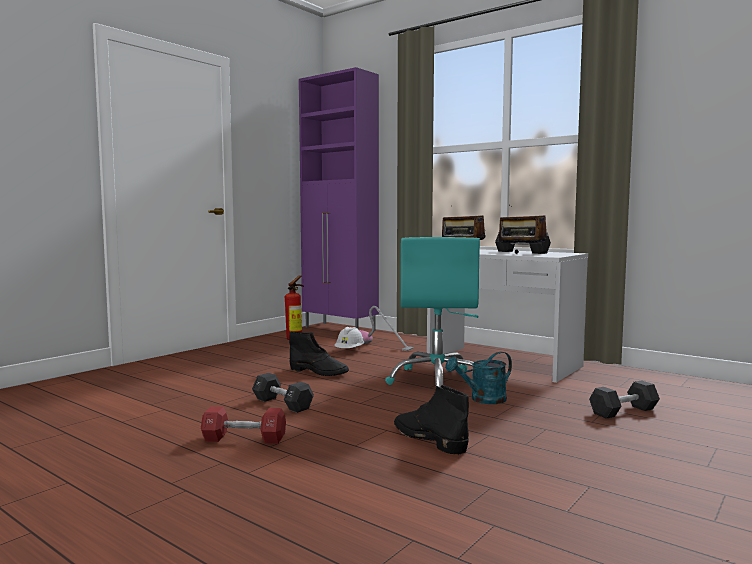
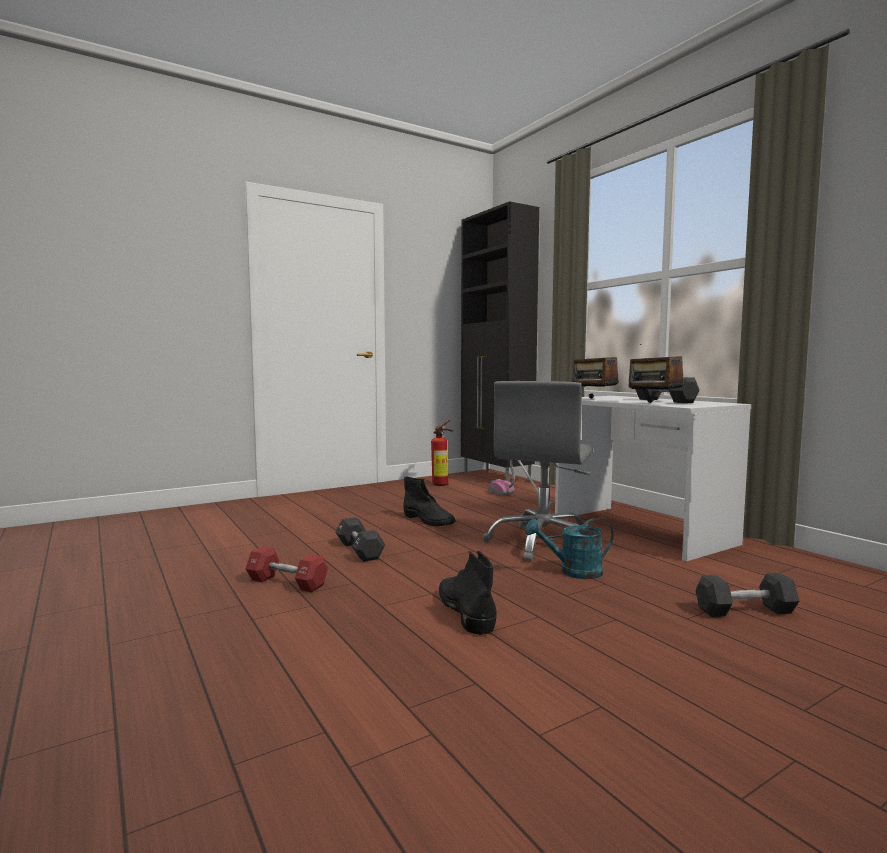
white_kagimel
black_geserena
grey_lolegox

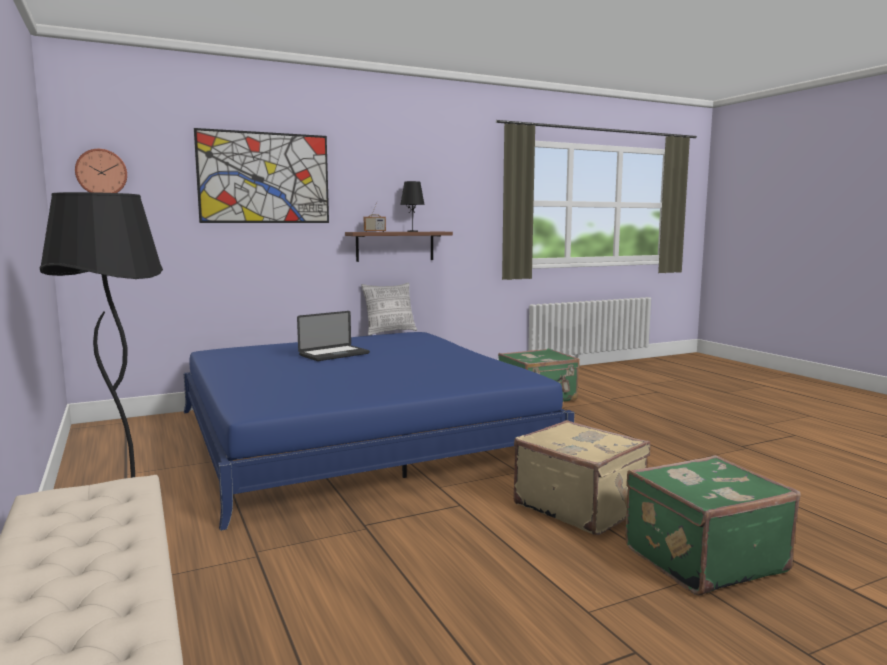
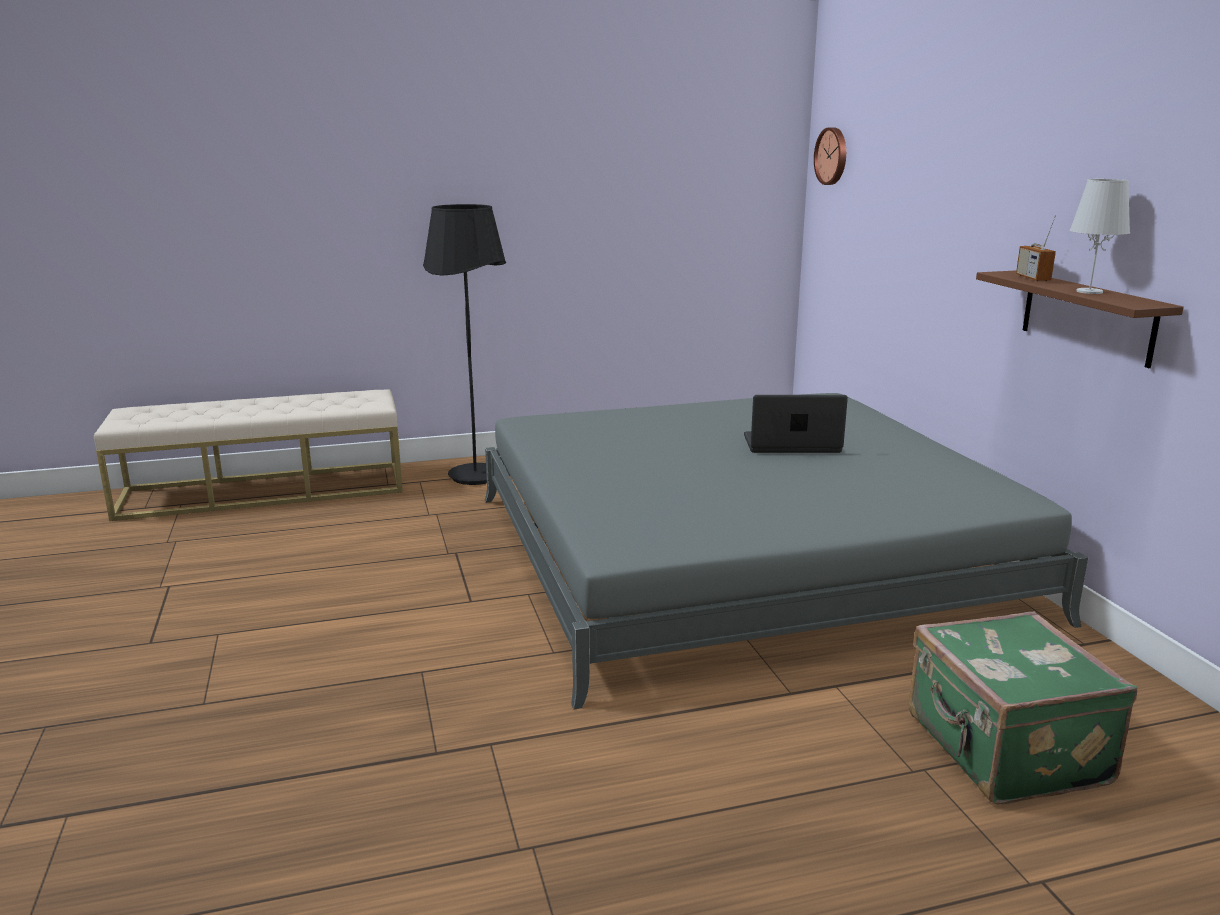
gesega
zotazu
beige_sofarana
green_sofarana (no. 2 from left in the first image)
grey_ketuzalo
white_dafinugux
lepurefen

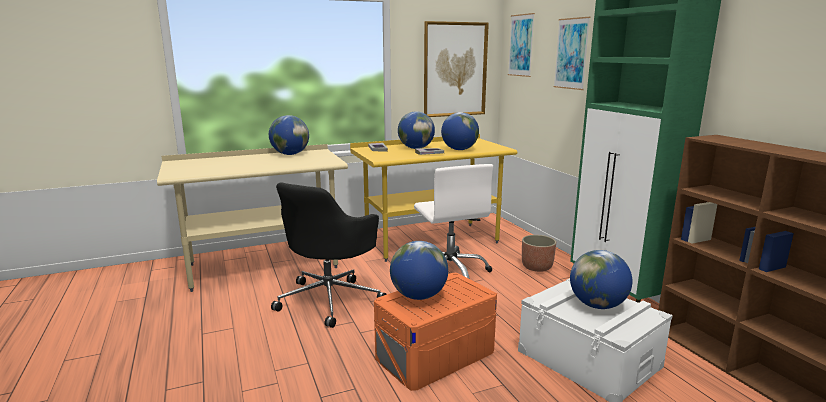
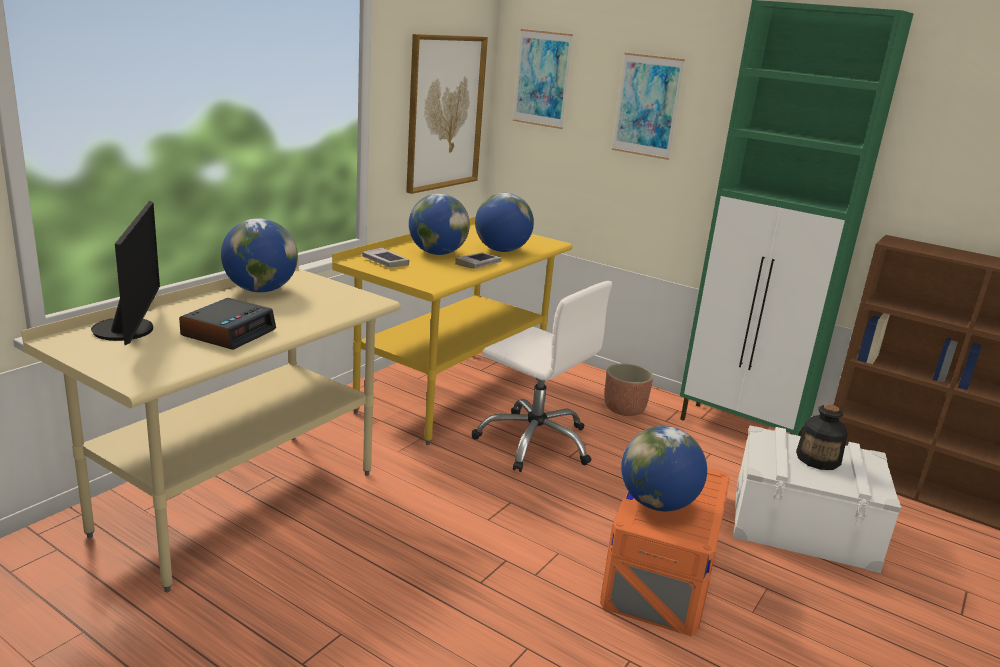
black_lolegox
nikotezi
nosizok
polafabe

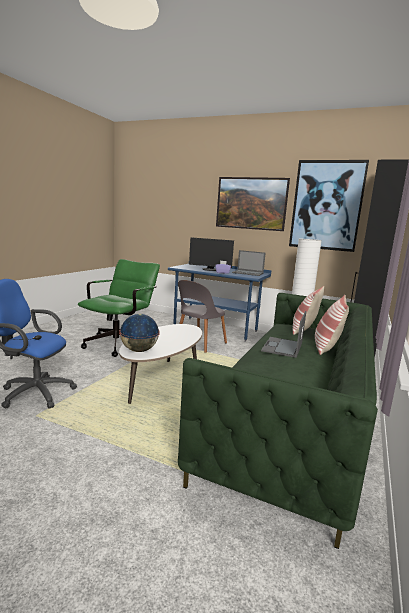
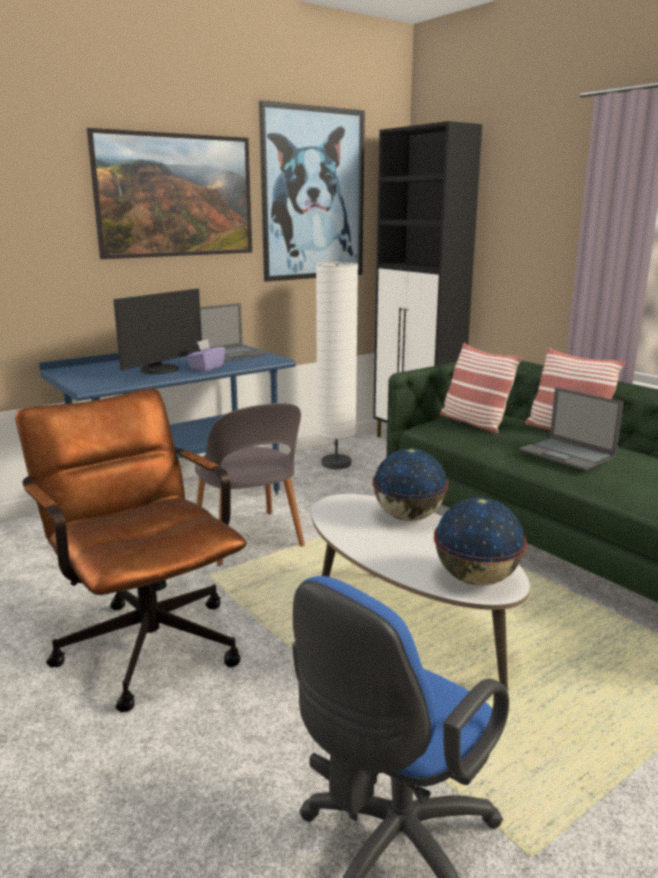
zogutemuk (no. 1 from left)
brown_lolegox

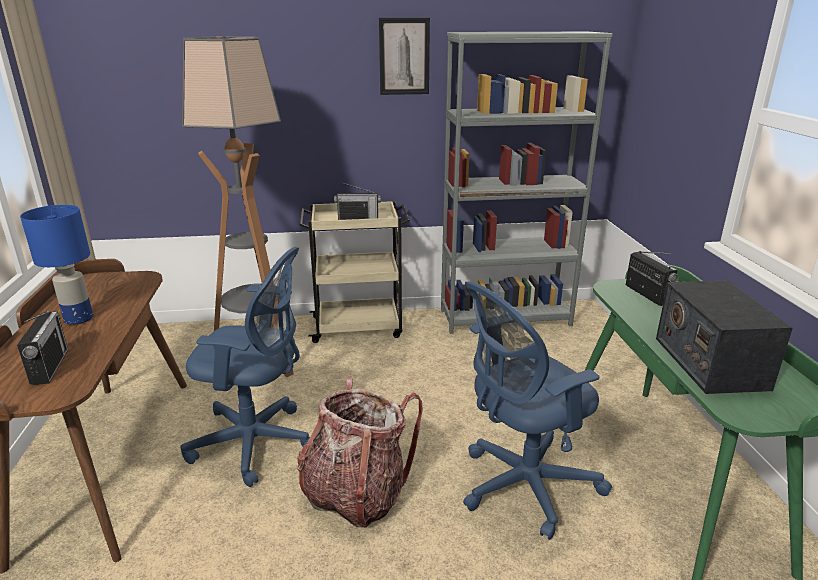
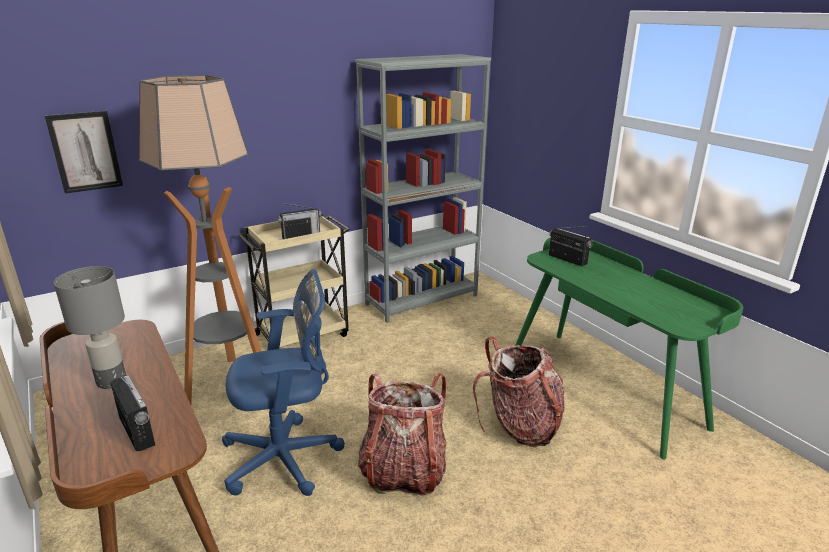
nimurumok (no. 4 from left in the first image)
gesega
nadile (no. 2 from left)
grey_dafinugux

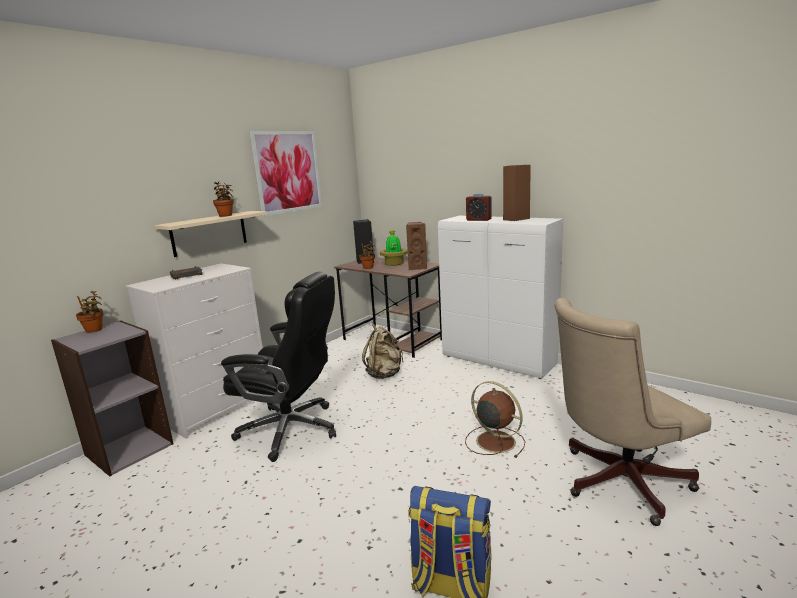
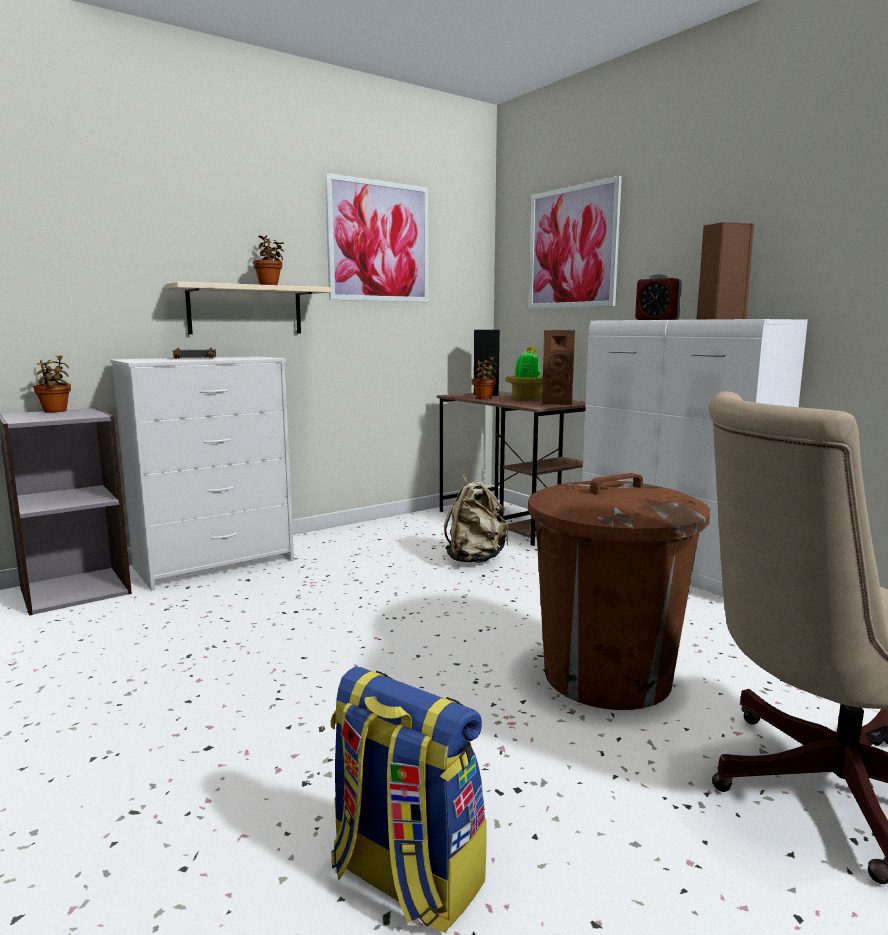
black_lolegox
gesega (no. 2 from left)
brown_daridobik

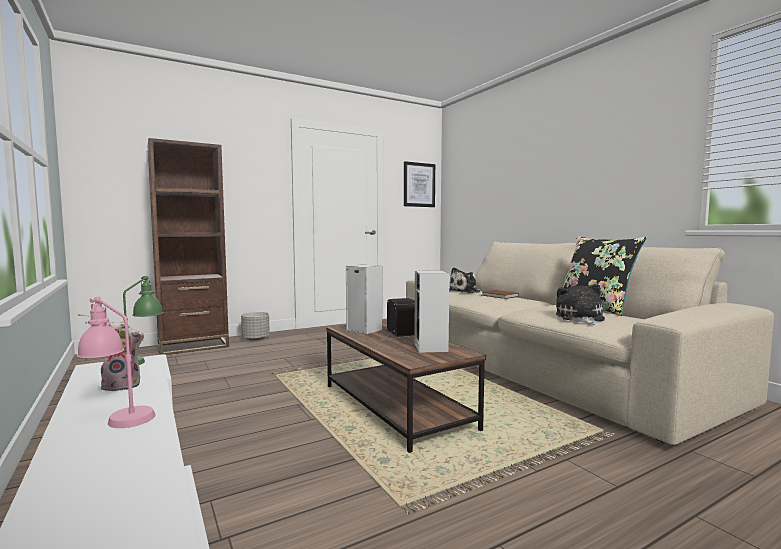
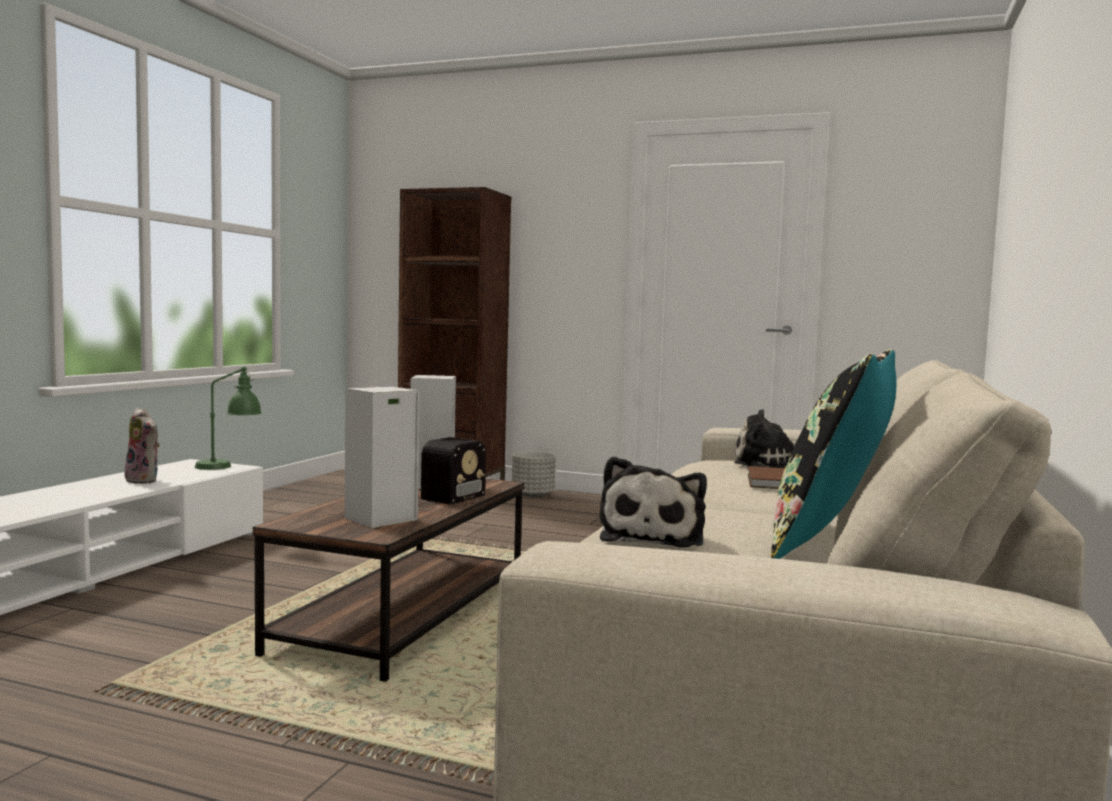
pink_dafinugux
gesega
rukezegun (no. 2 from left)

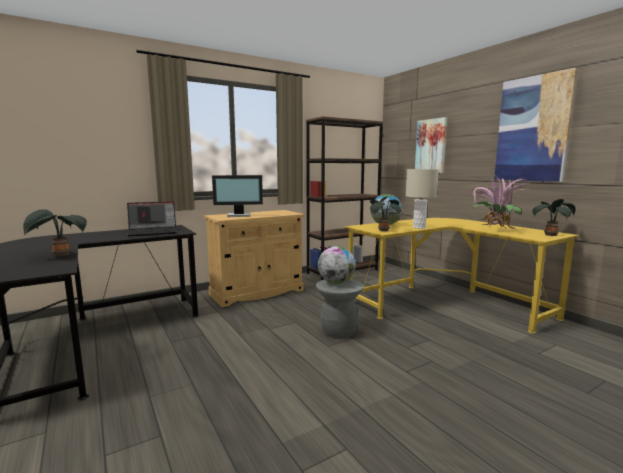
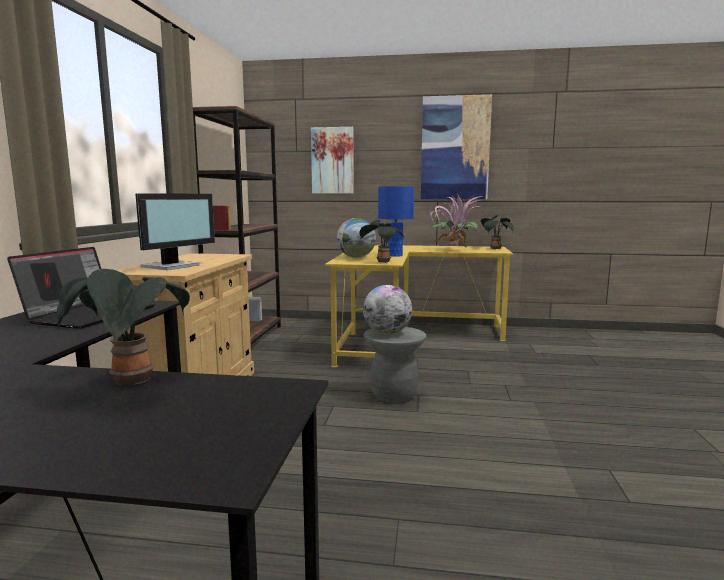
blue_dafinugux

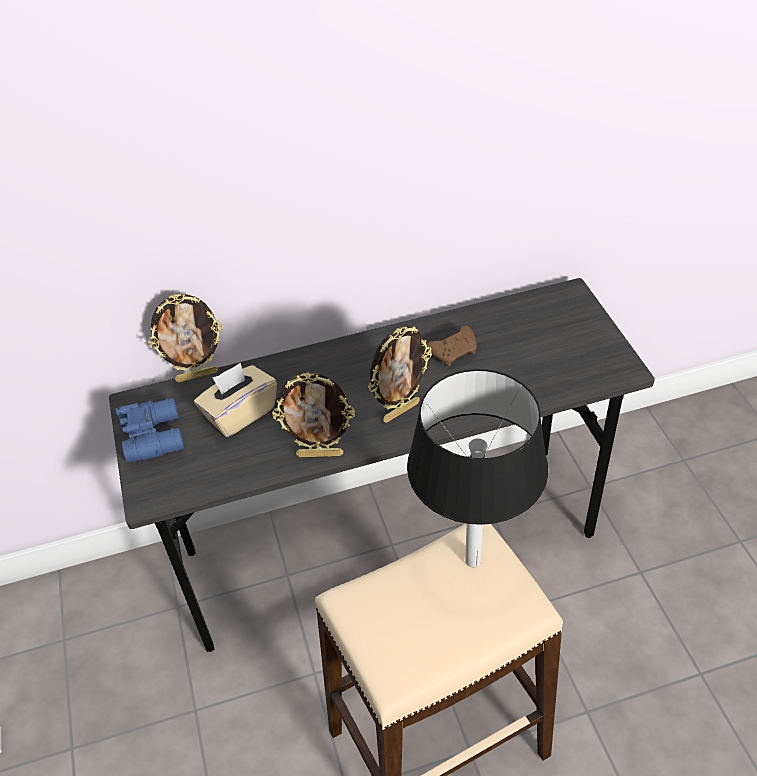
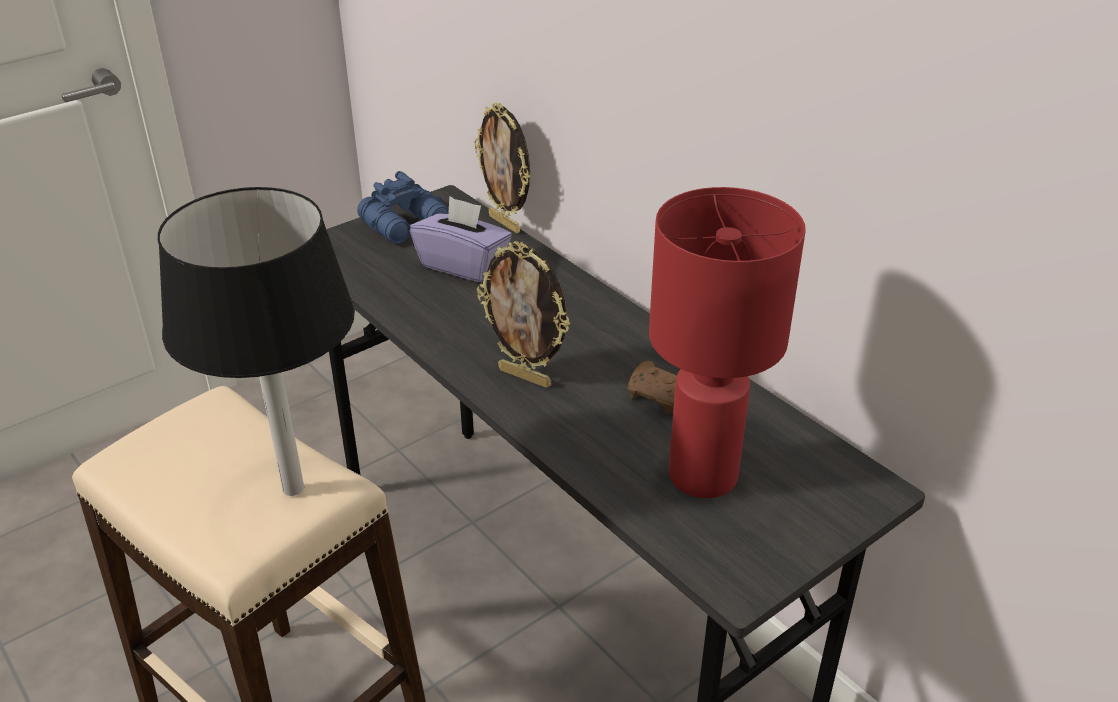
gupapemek (no. 2 from left in the first image)
red_dafinugux
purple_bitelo

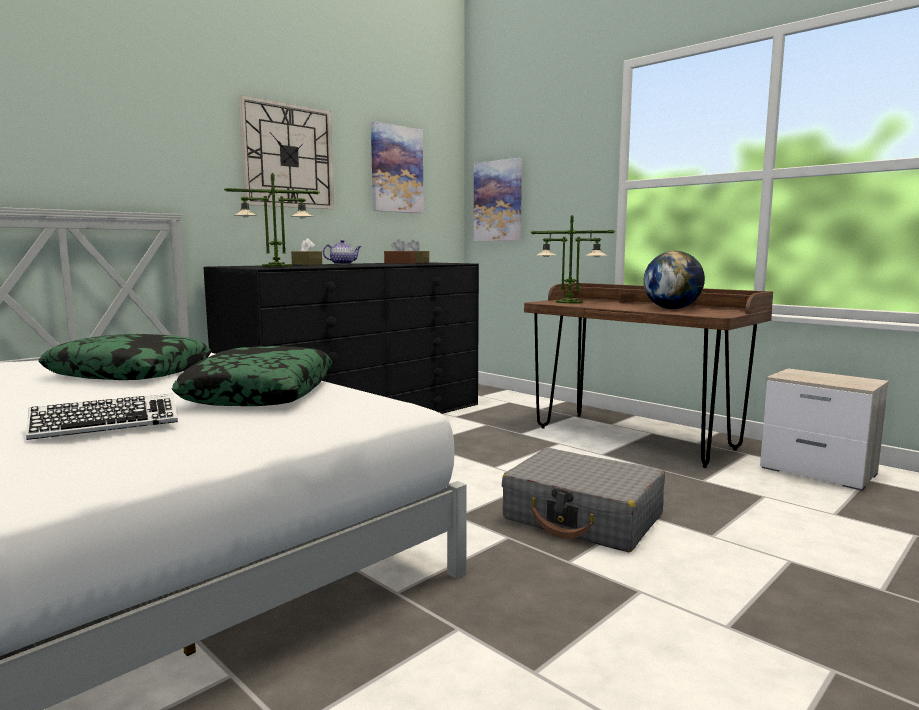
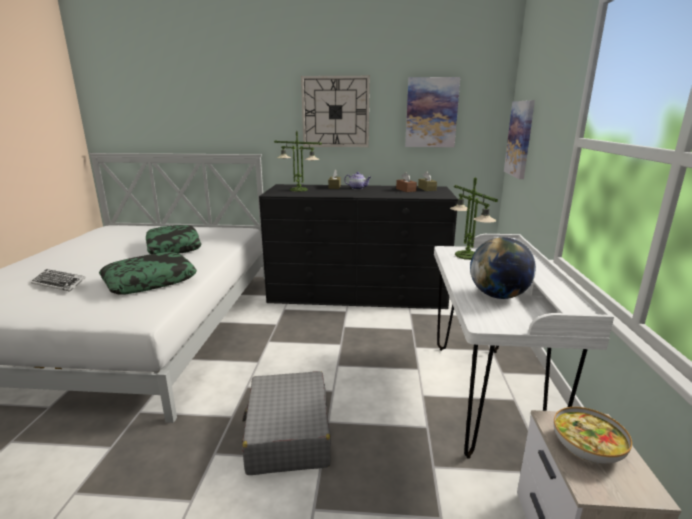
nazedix
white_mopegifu

